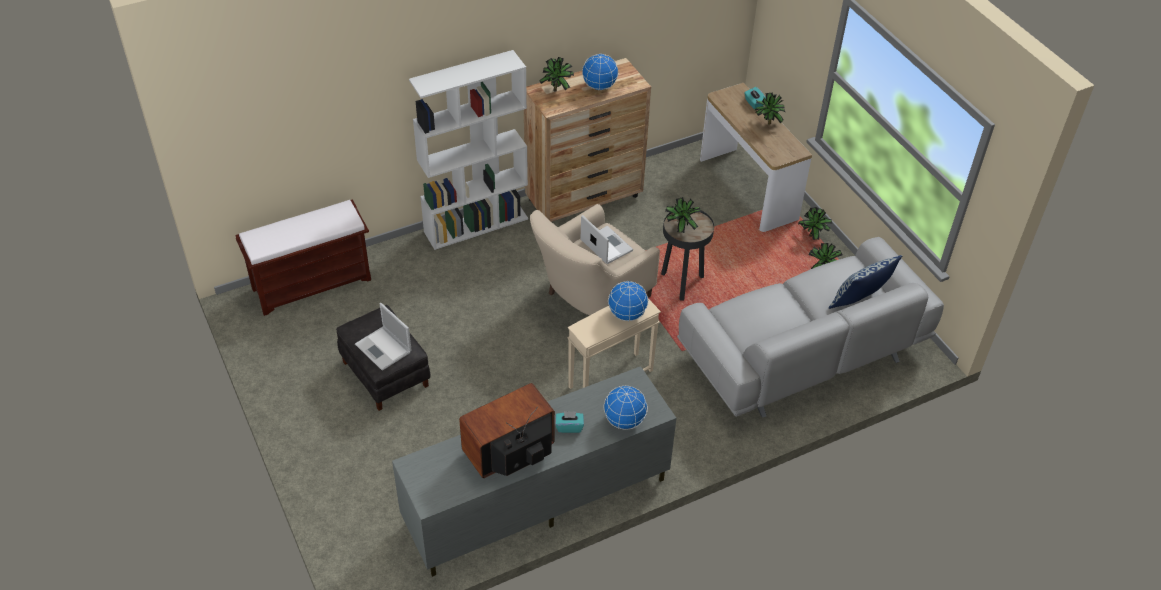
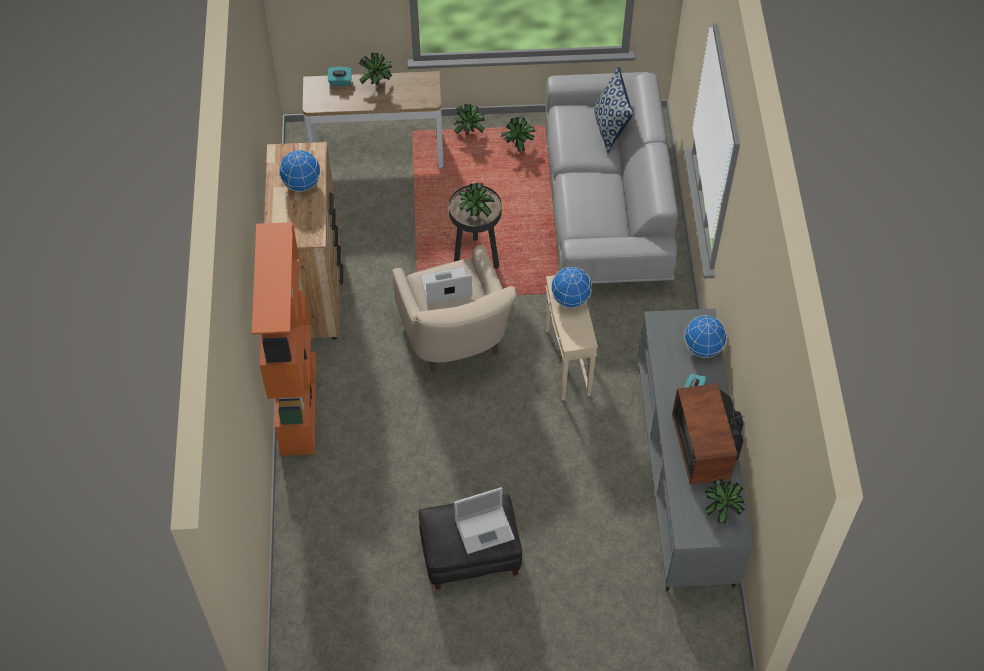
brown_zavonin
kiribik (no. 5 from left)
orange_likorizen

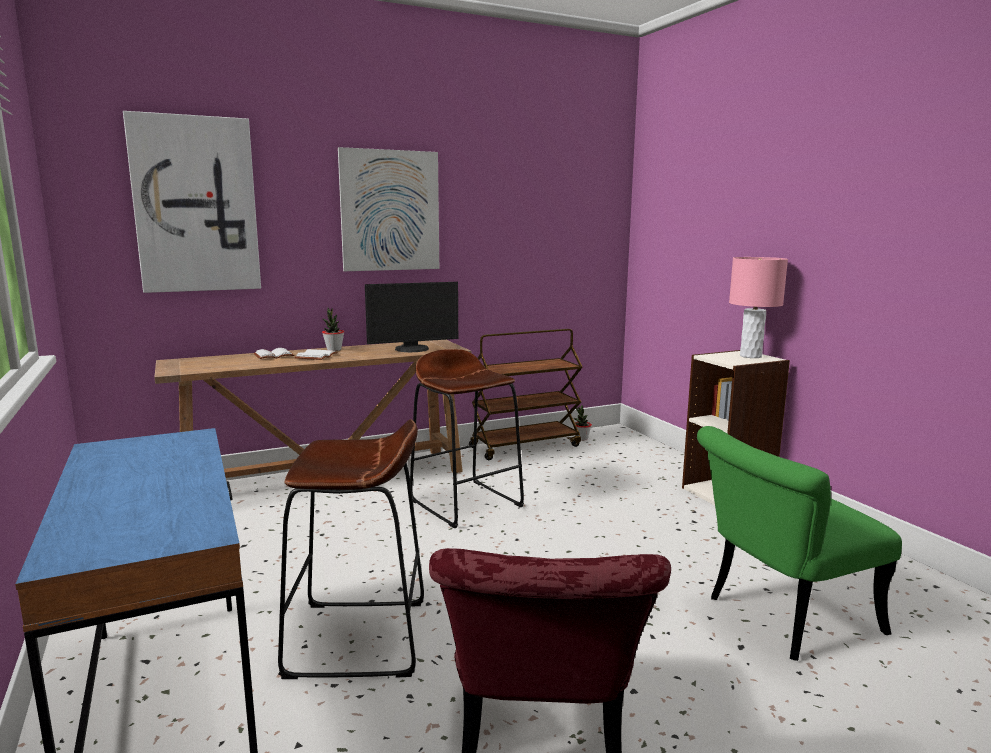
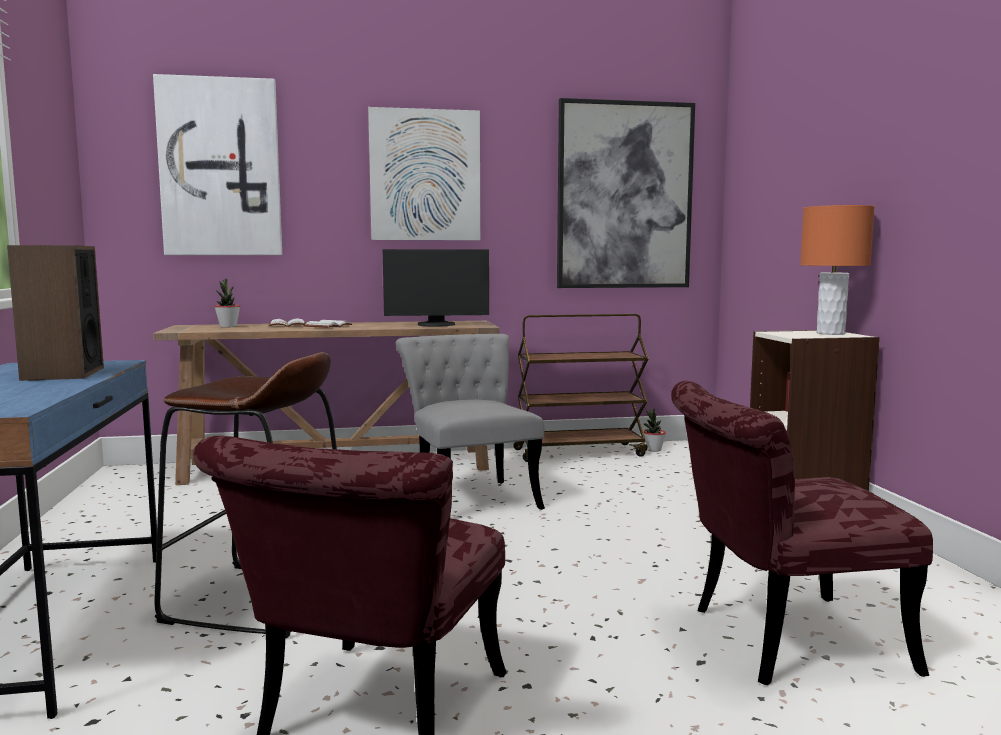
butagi
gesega (no. 3 from left)
kiribik (no. 1 from left)
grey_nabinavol
red_nabinavol (no. 2 from left)
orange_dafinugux

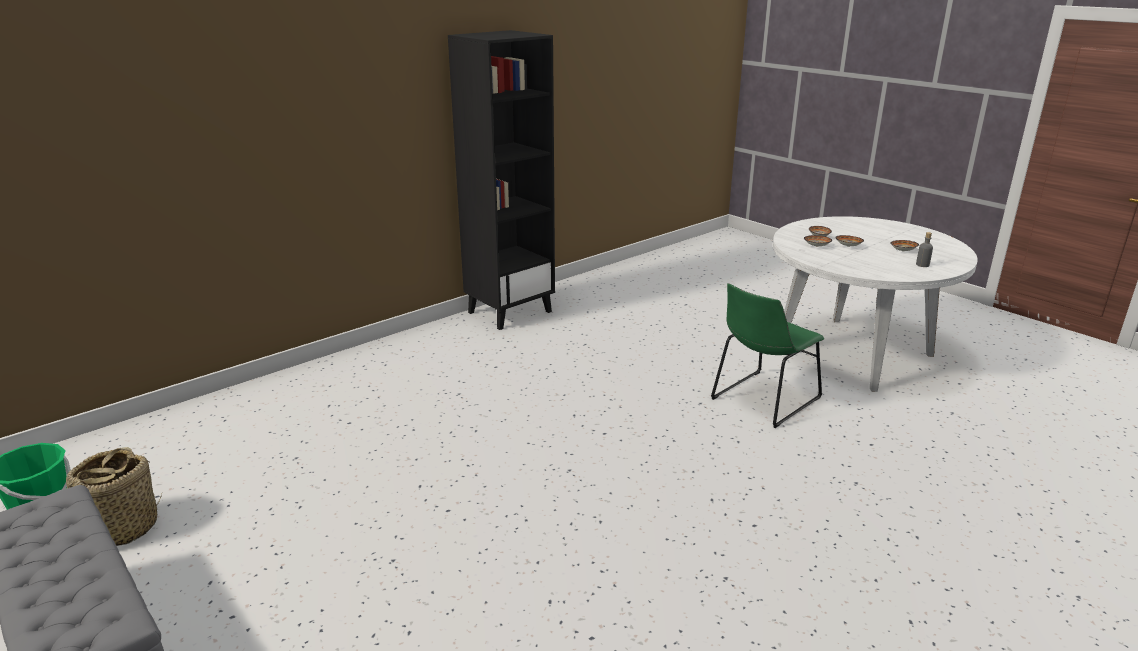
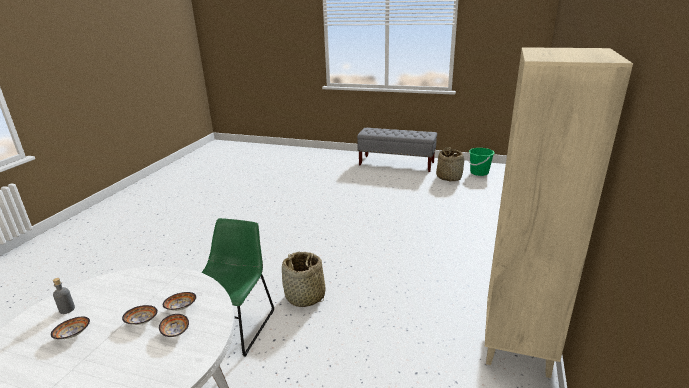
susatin (no. 1 from left)
beige_likorizen

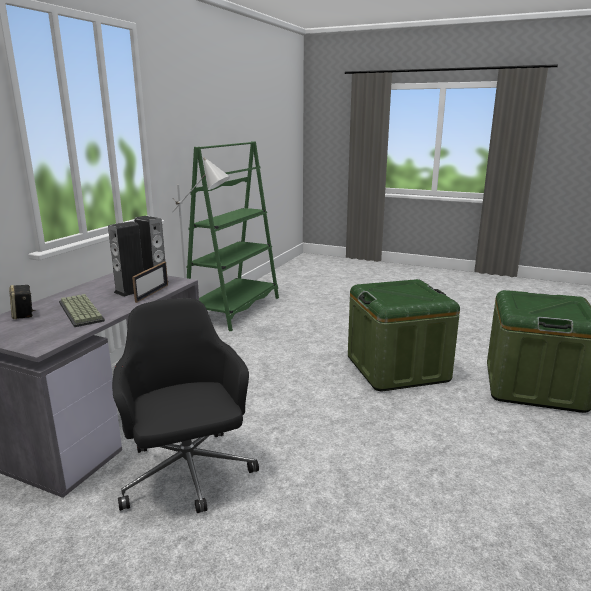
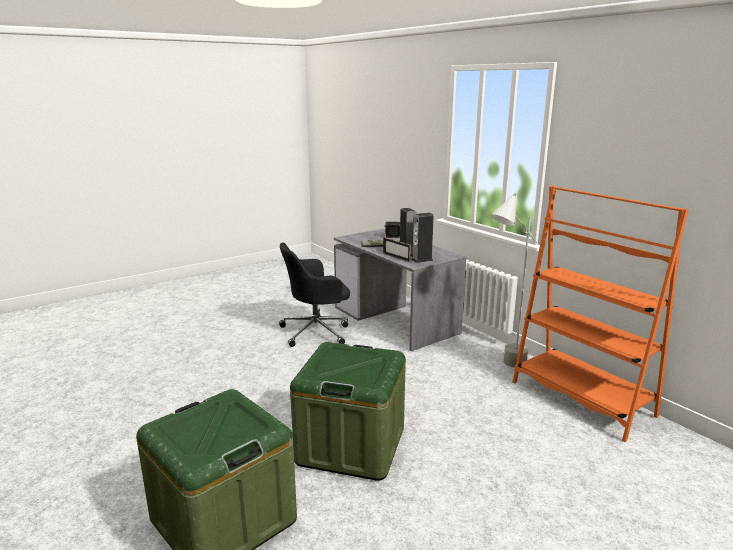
orange_likorizen
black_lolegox

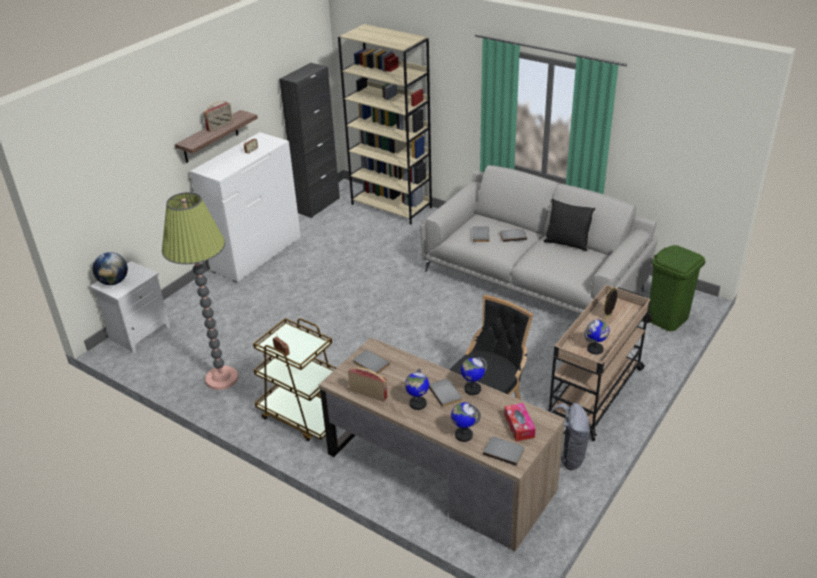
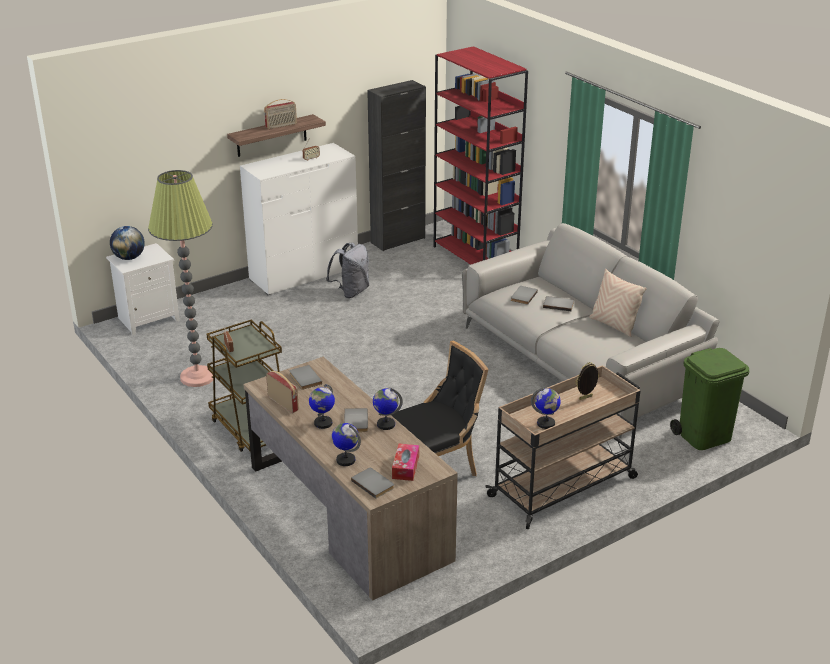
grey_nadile
red_likorizen
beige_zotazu

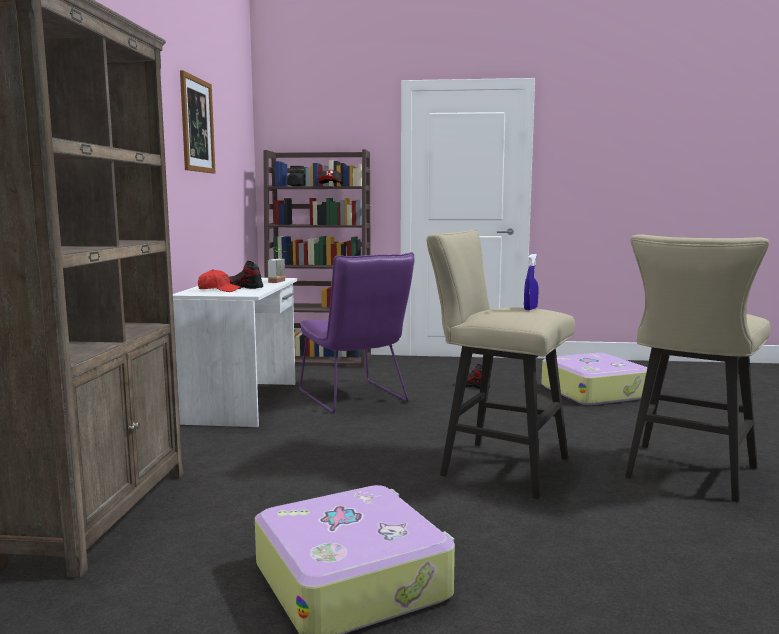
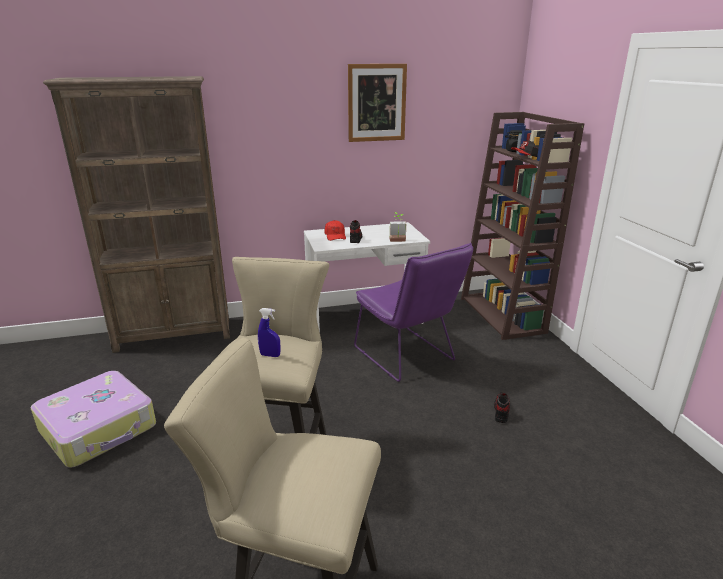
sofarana (no. 2 from left in the first image)
purple_nabinavol

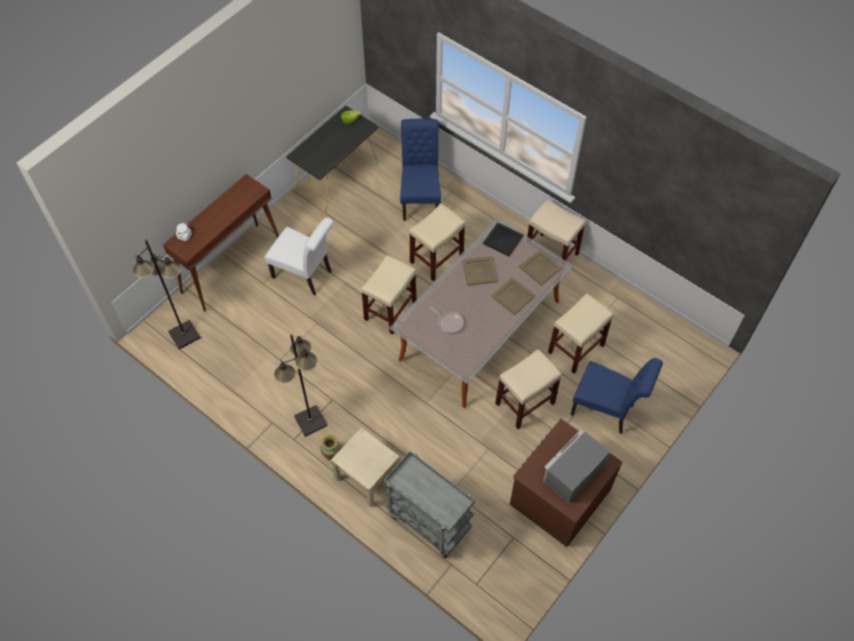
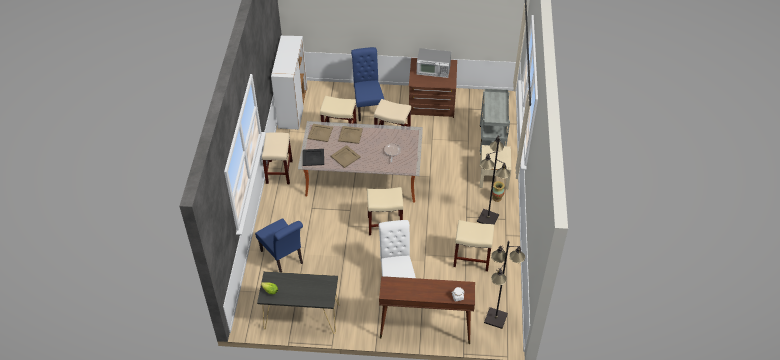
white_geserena
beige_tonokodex (no. 5 from left)
blue_nabinavol (no. 1 from left)

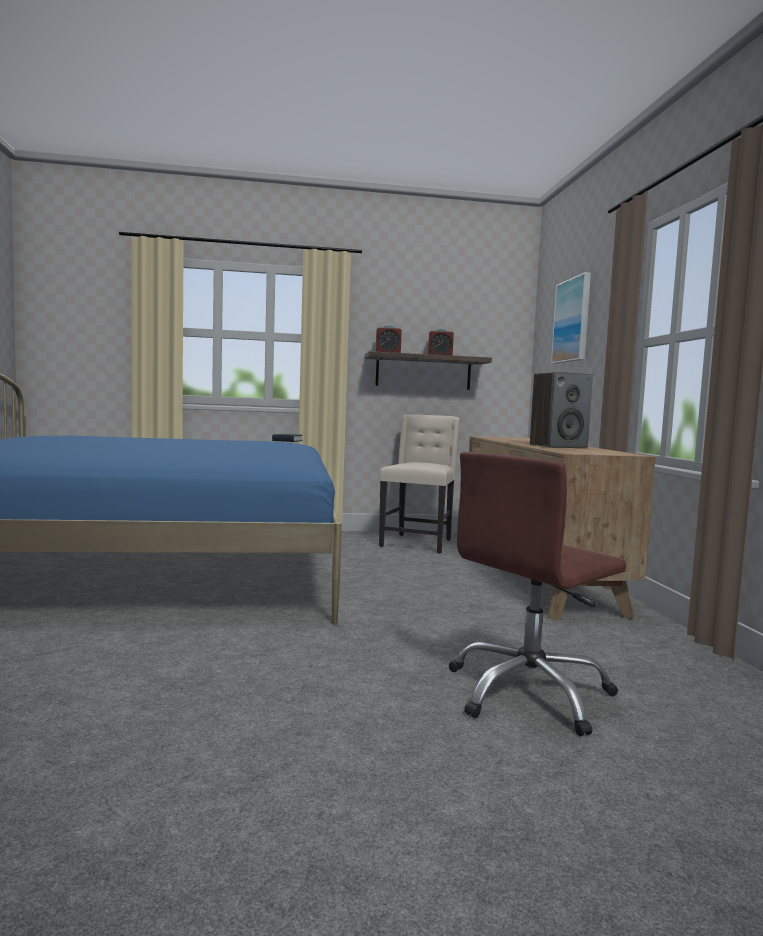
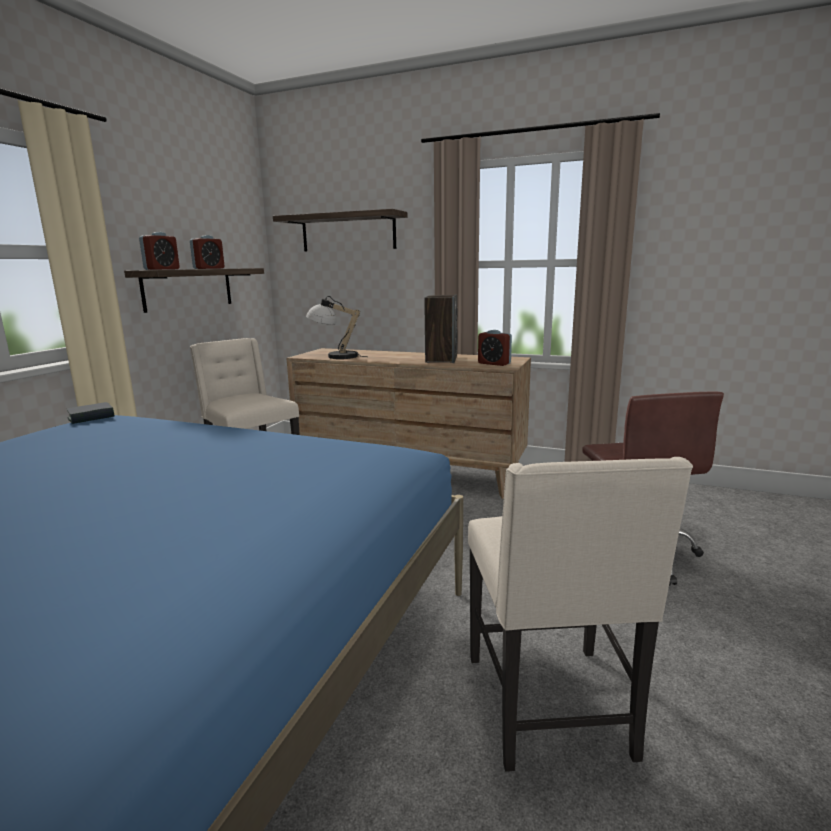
dafinugux
beige_nabinavol (no. 2 from left)
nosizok (no. 3 from left)
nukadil (no. 2 from left)

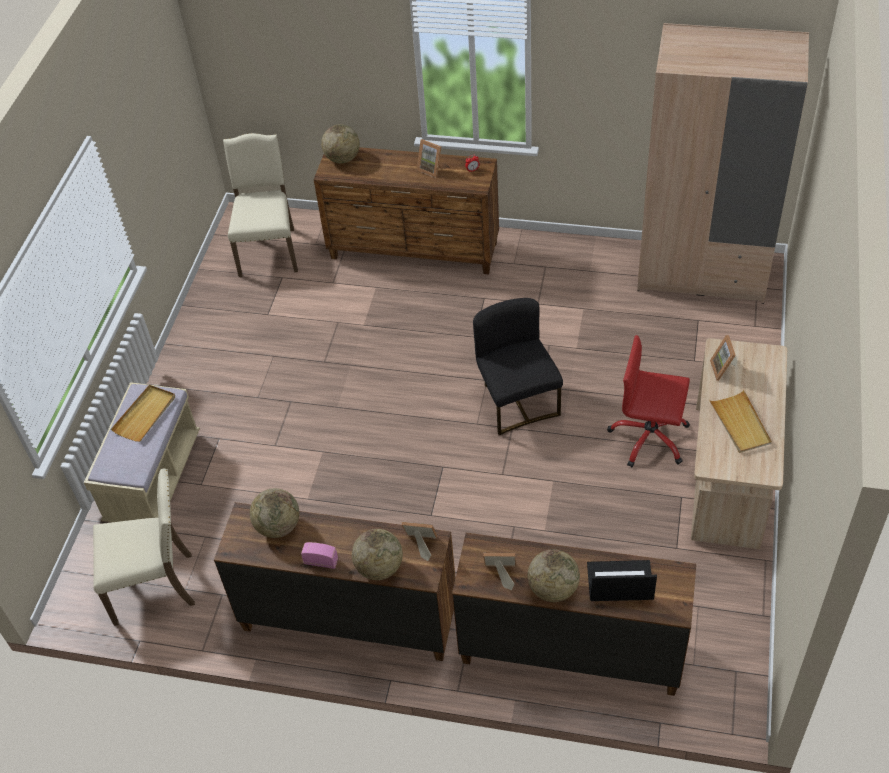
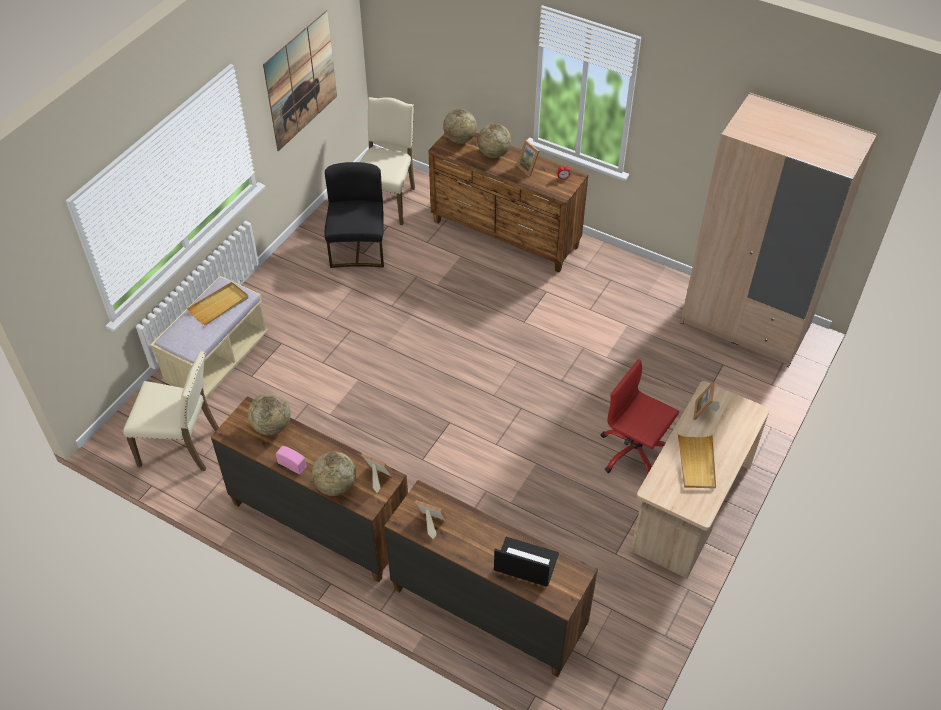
gesega
black_nabinavol
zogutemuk (no. 4 from left)

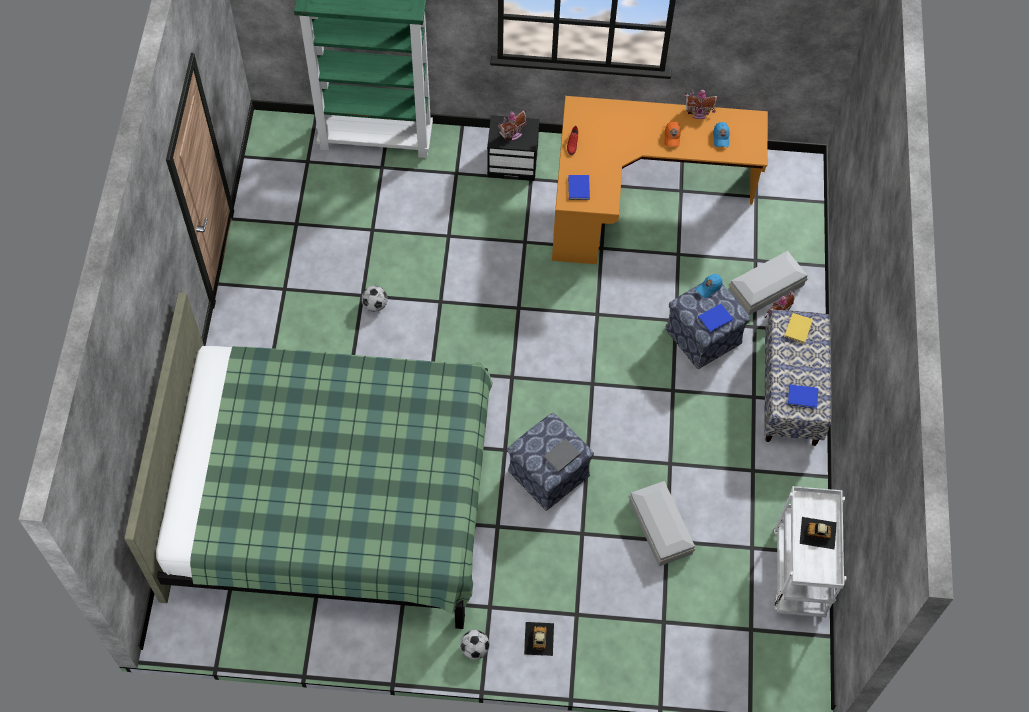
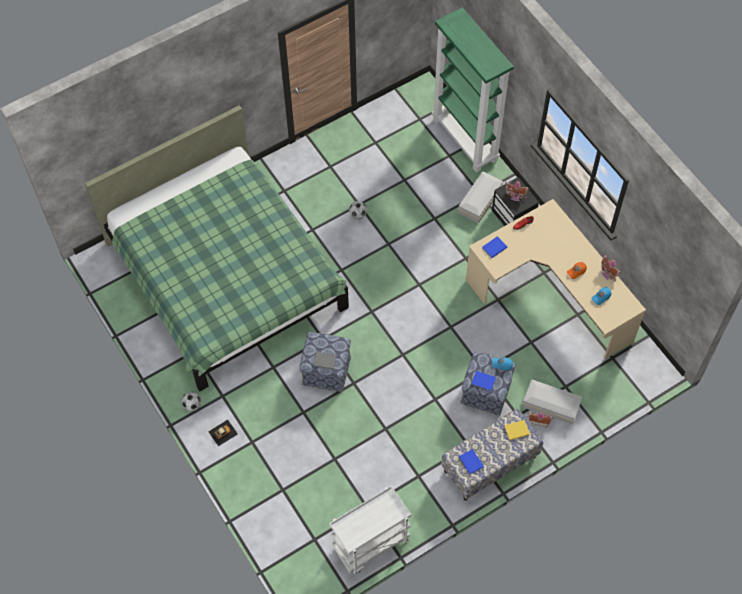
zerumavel (no. 2 from left in the first image)
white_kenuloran (no. 1 from left)
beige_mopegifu

